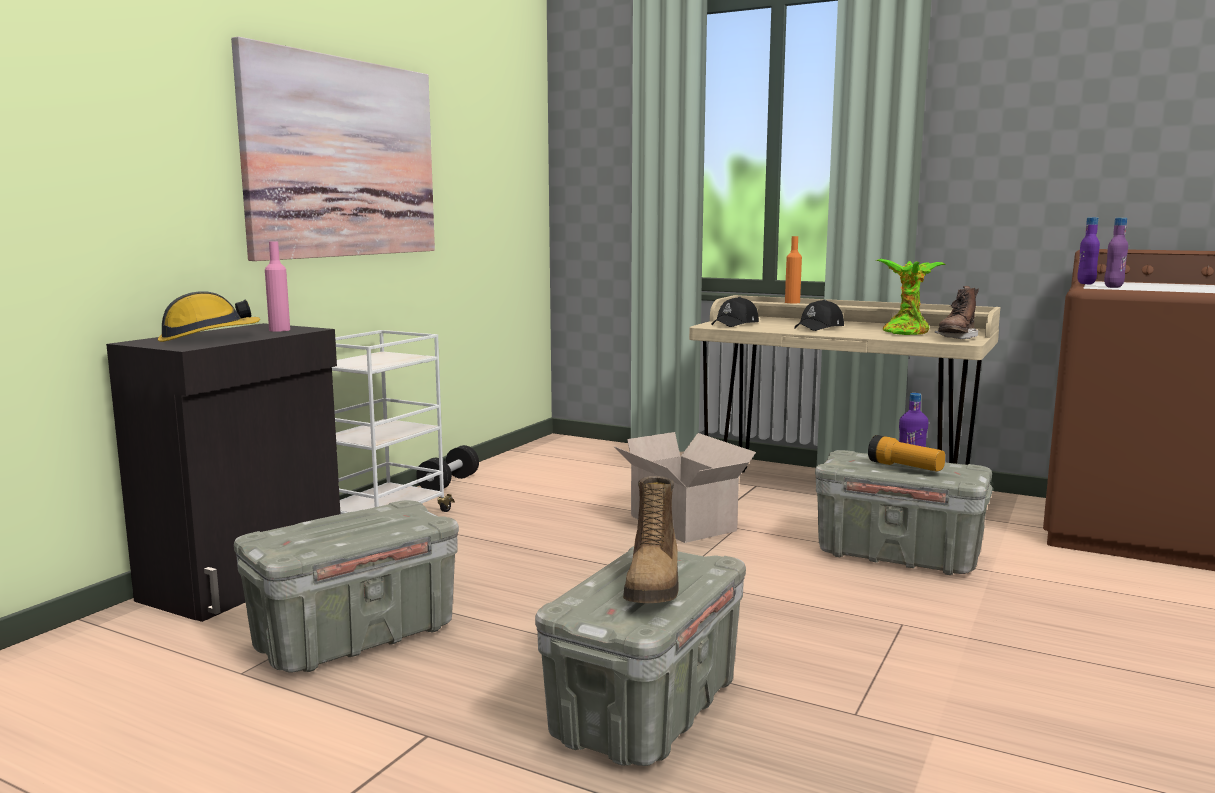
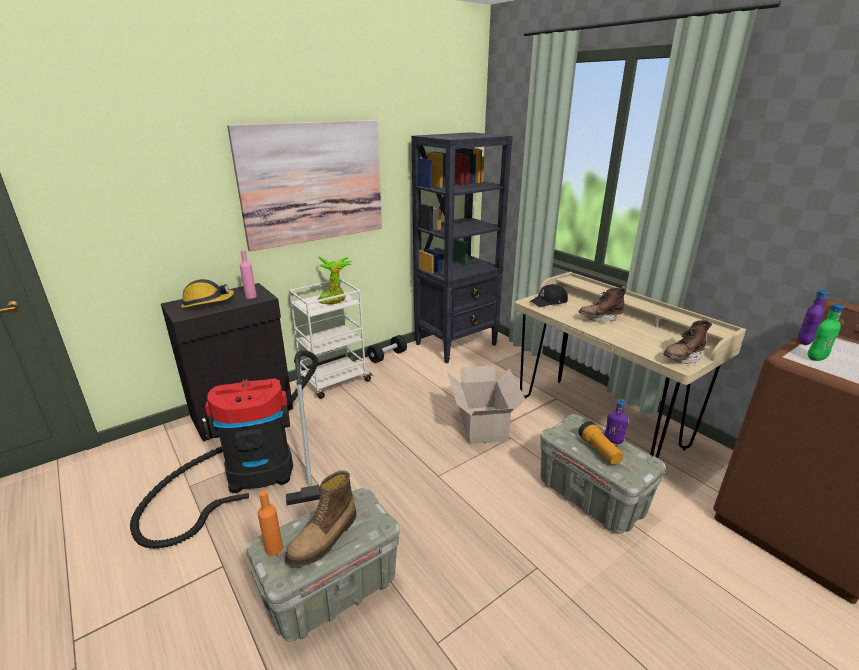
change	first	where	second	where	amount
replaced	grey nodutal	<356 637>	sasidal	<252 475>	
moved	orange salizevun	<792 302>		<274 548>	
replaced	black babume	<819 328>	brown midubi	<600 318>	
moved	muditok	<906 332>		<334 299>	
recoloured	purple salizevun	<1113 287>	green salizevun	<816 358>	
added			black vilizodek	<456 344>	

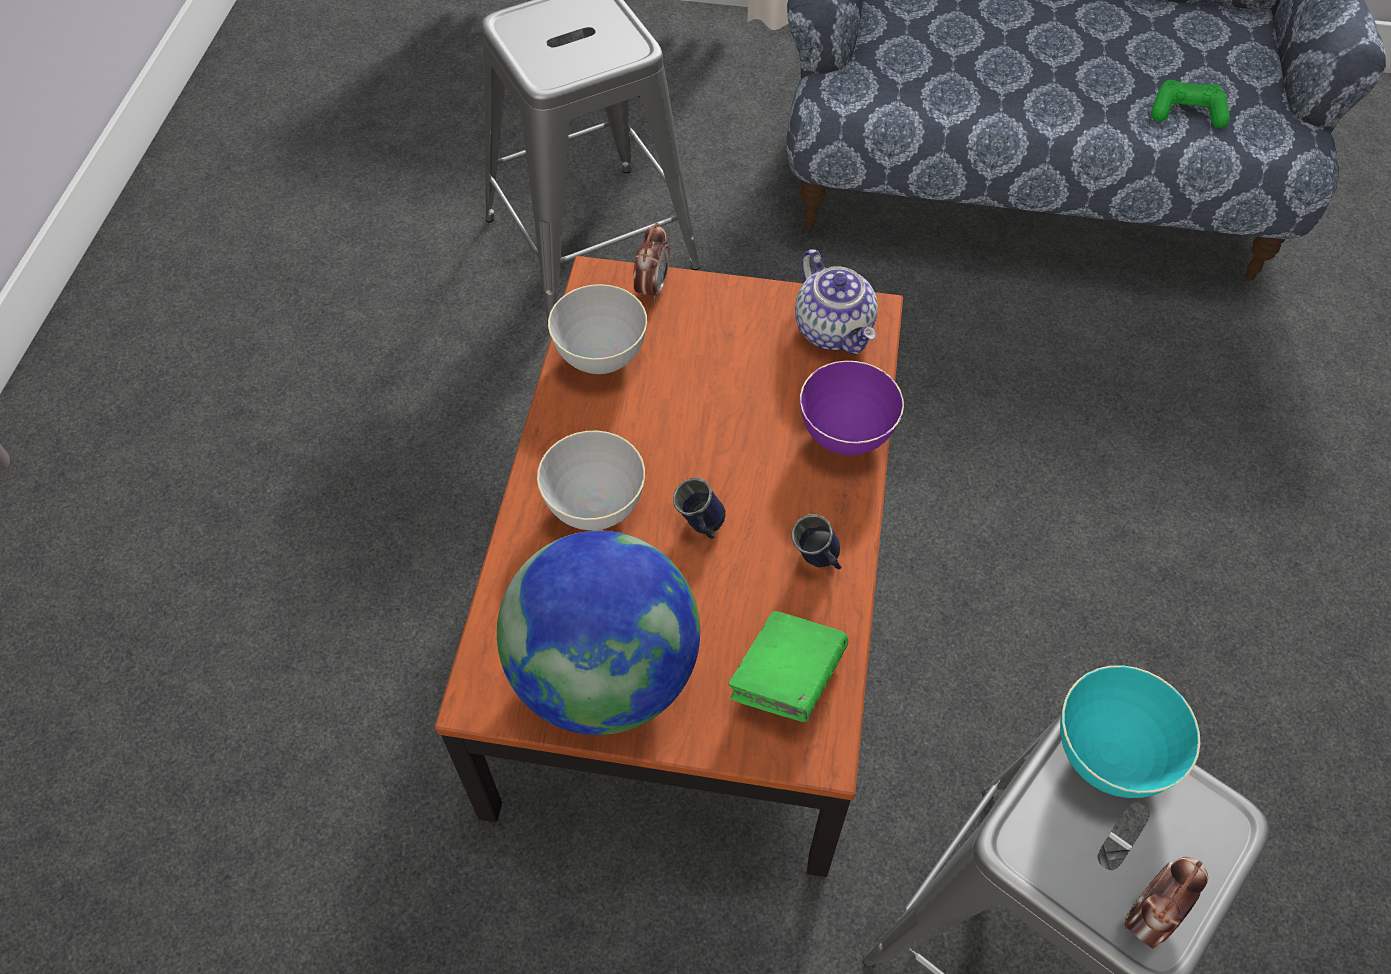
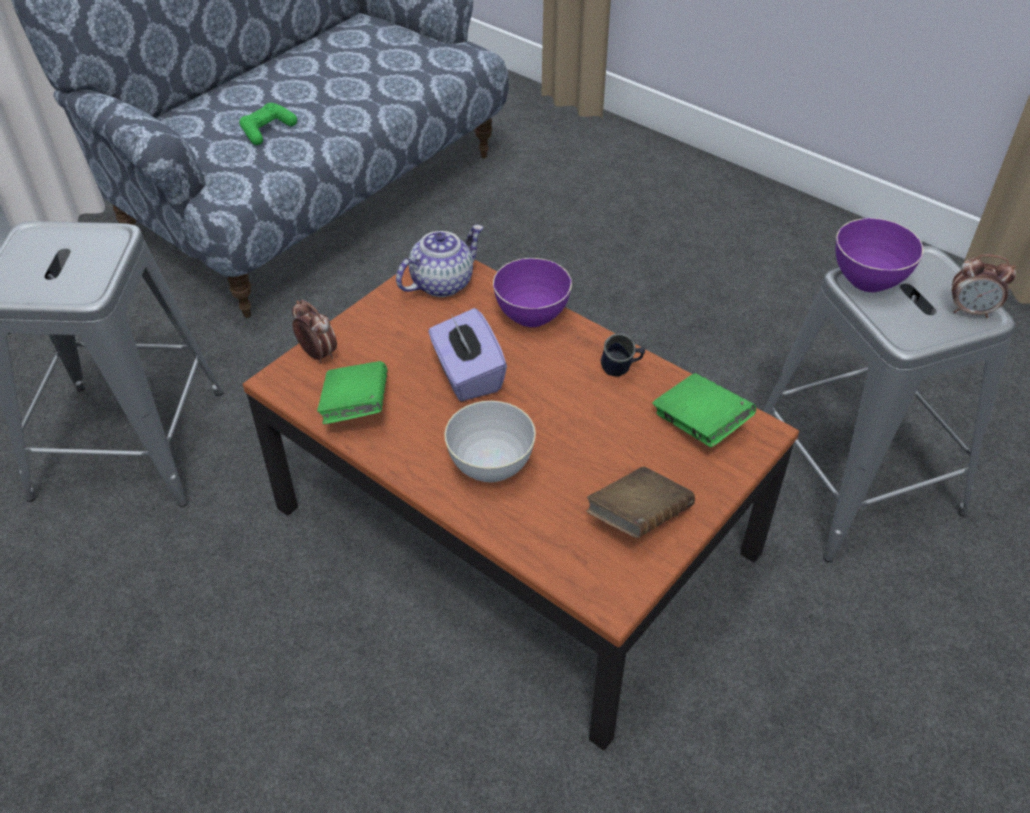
change	first	where	second	where	amount
replaced	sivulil	<605 674>	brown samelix	<638 518>	
replaced	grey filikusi	<601 356>	green samelix	<356 408>	
removed	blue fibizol	<701 527>			
turned	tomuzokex	<834 330>		<442 282>	45 degrees counterclockwise
recoloured	turquoise filikusi	<1109 755>	purple filikusi	<868 280>	
turned	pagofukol	<1148 917>		<971 311>	60 degrees counterclockwise
moved	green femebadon	<1186 113>		<267 130>	
added			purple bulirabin	<467 375>	

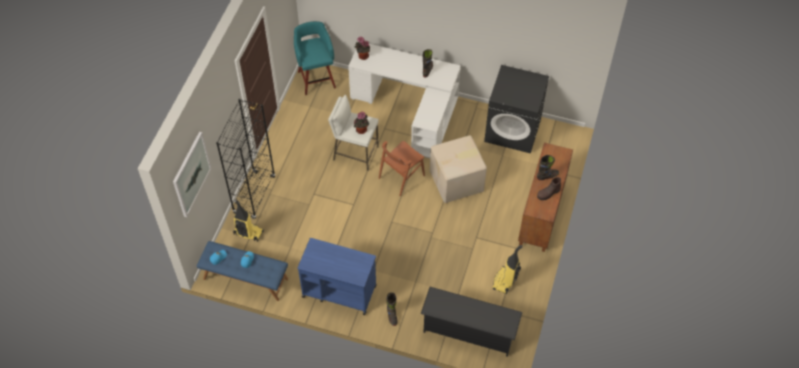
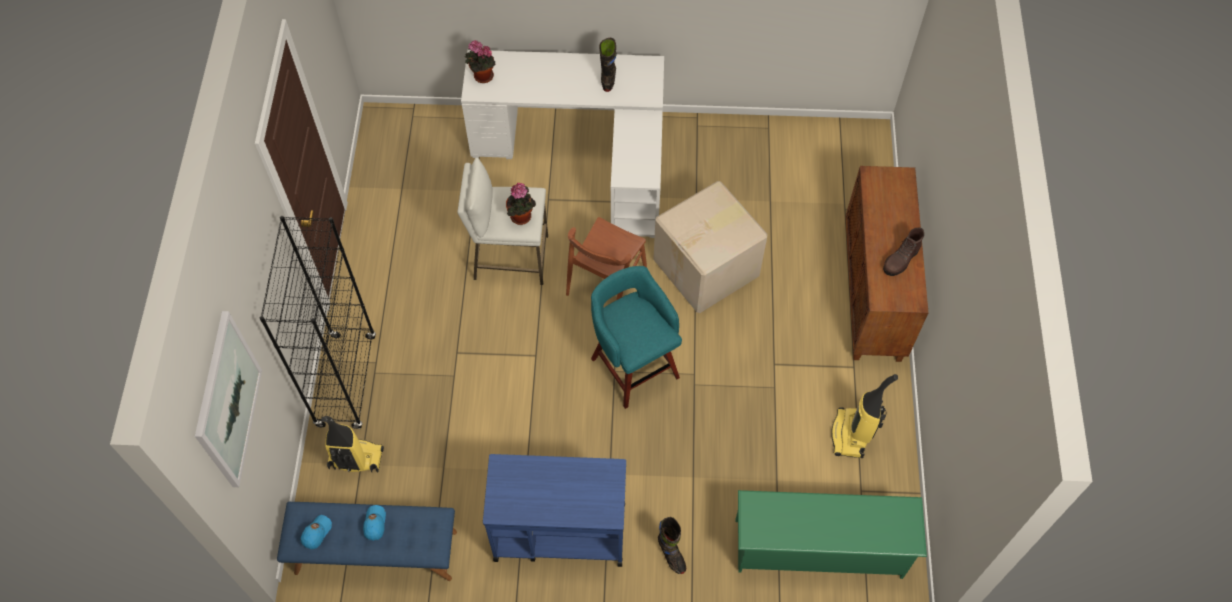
change	first	where	second	where	amount
moved	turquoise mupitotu	<316 78>		<633 365>	
recoloured	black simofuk	<468 332>	green simofuk	<819 549>	
removed	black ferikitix	<513 130>			
removed	black midubi	<547 176>			

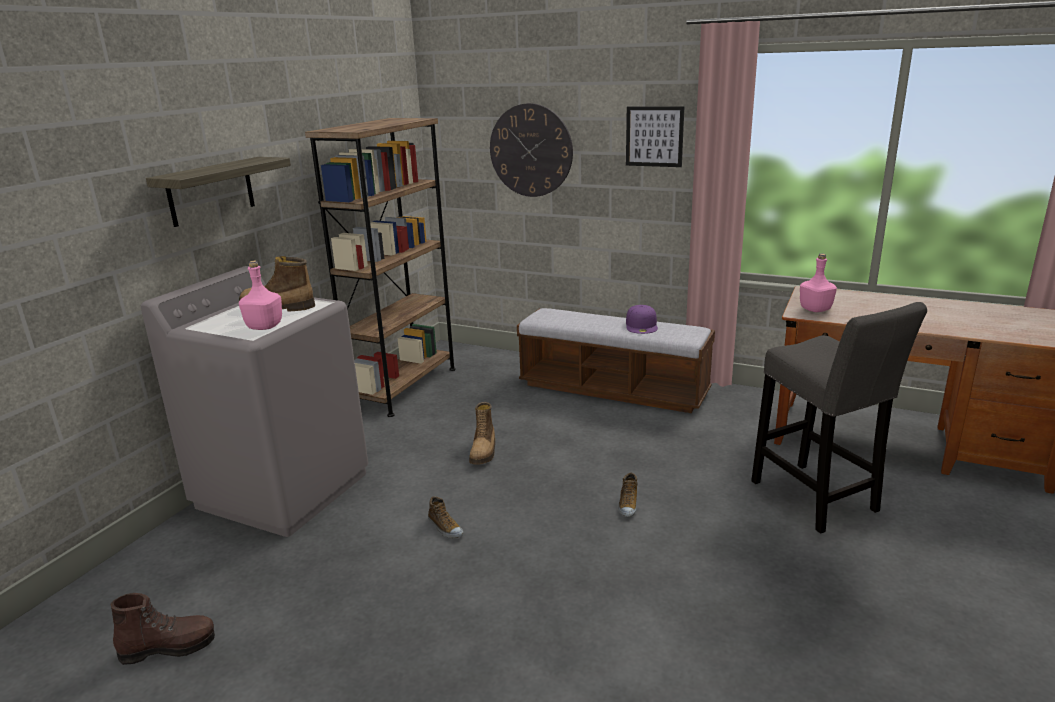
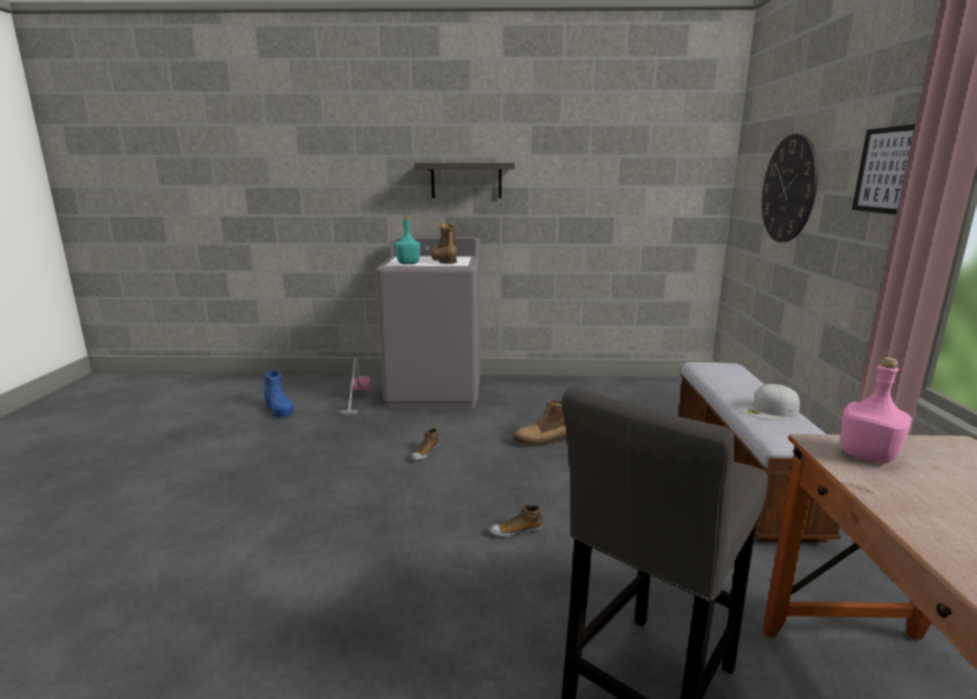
change	first	where	second	where	amount
recoloured	brown midubi	<169 647>	blue midubi	<279 410>	
recoloured	pink salizevun	<265 327>	turquoise salizevun	<408 263>	
removed	brown vilizodek	<404 387>			
recoloured	purple babume	<642 325>	white babume	<769 410>	
added			sasidal	<357 399>	

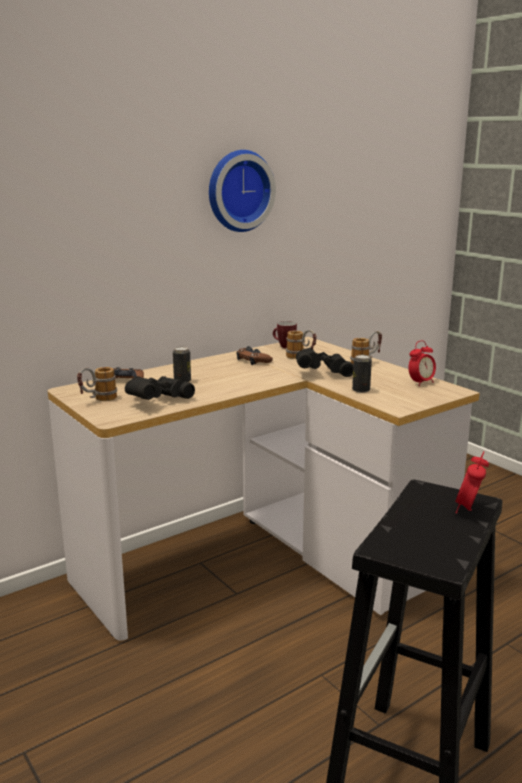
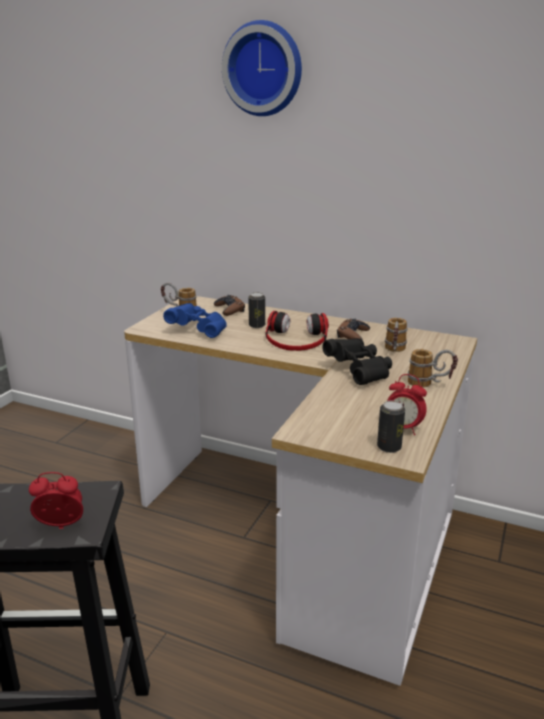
change	first	where	second	where	amount
recoloured	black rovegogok	<157 401>	blue rovegogok	<199 330>	
moved	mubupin	<238 191>		<264 69>	
removed	fibizol	<283 346>			
moved	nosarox	<361 390>		<389 447>	
added			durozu	<296 339>	

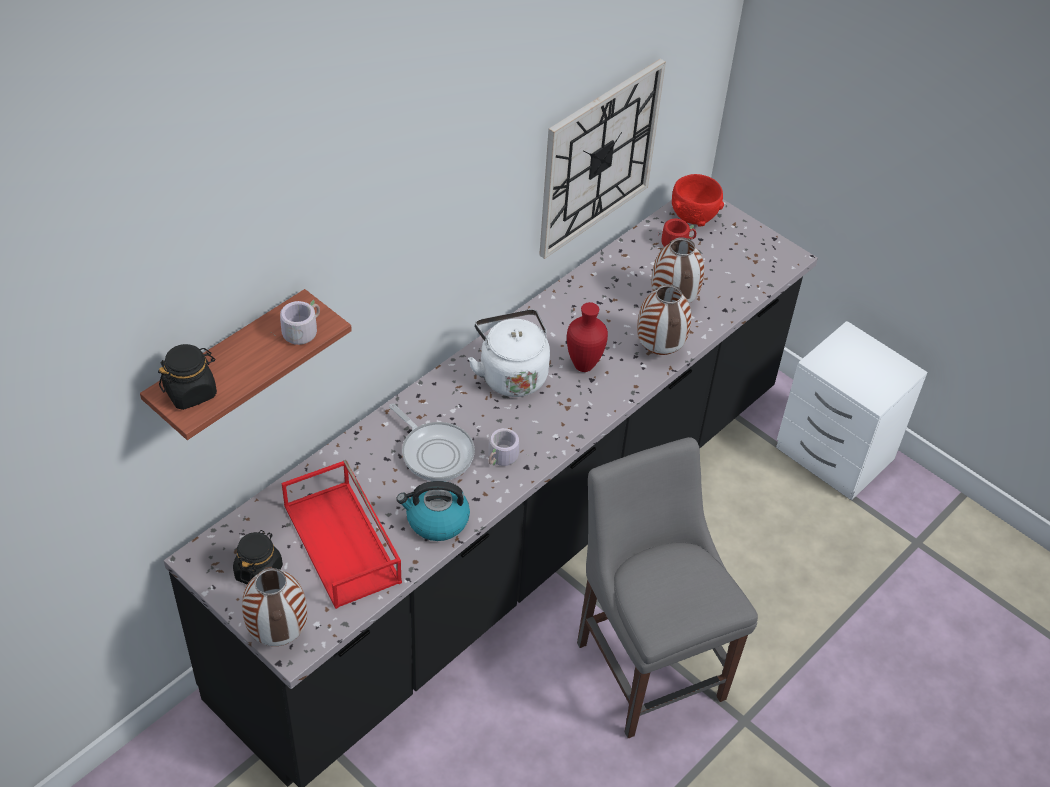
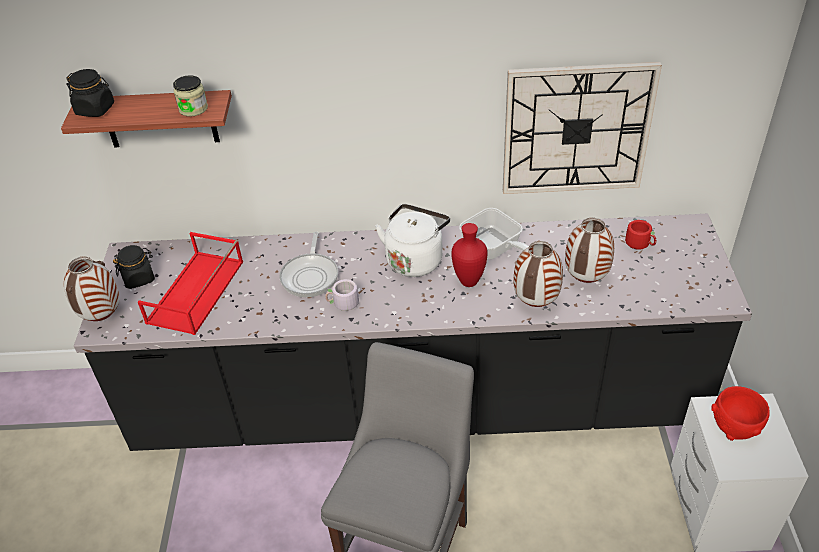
change	first	where	second	where	amount
replaced	grey fibizol	<301 330>	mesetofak	<193 109>	
removed	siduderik	<436 520>			
moved	red filikusi	<693 216>		<734 427>	
added			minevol	<495 250>	

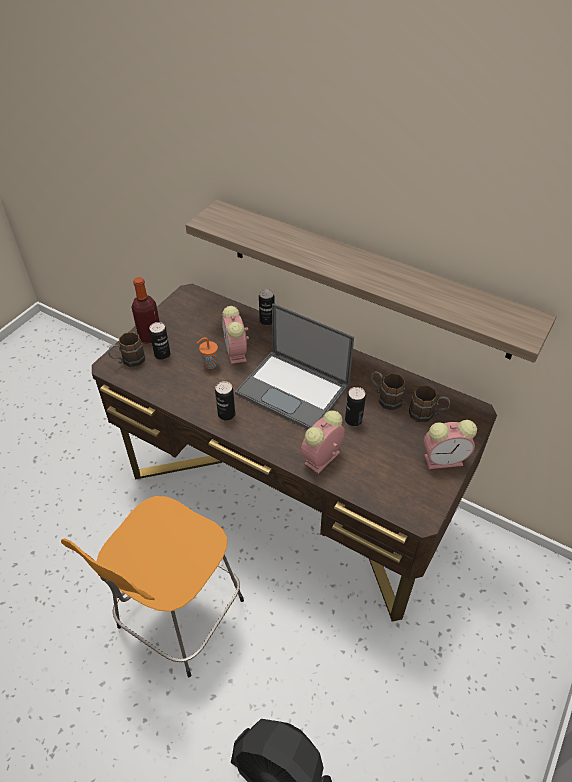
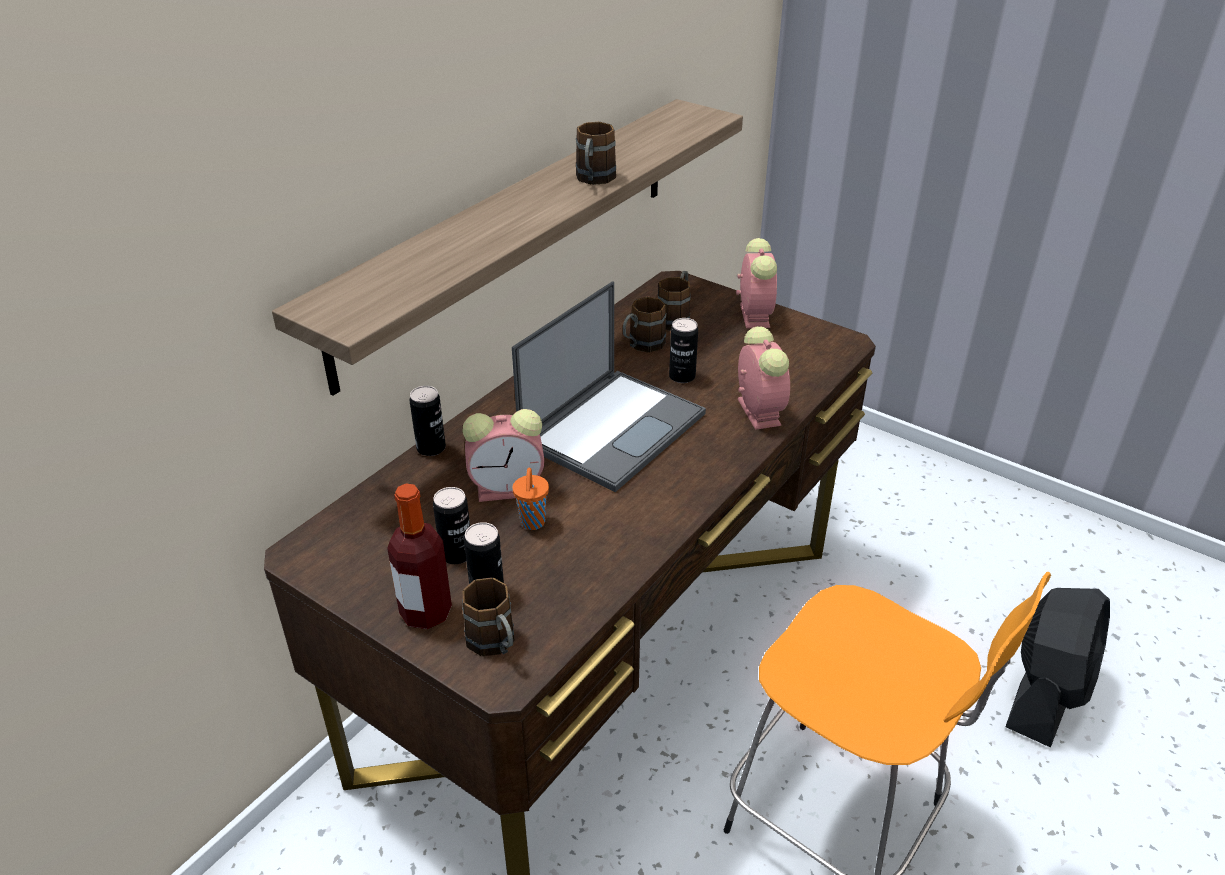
change	first	where	second	where	amount
moved	nosarox	<226 414>		<456 554>	
turned	pagofukol	<321 459>		<757 410>	150 degrees counterclockwise
added			brown fibizol	<593 180>	

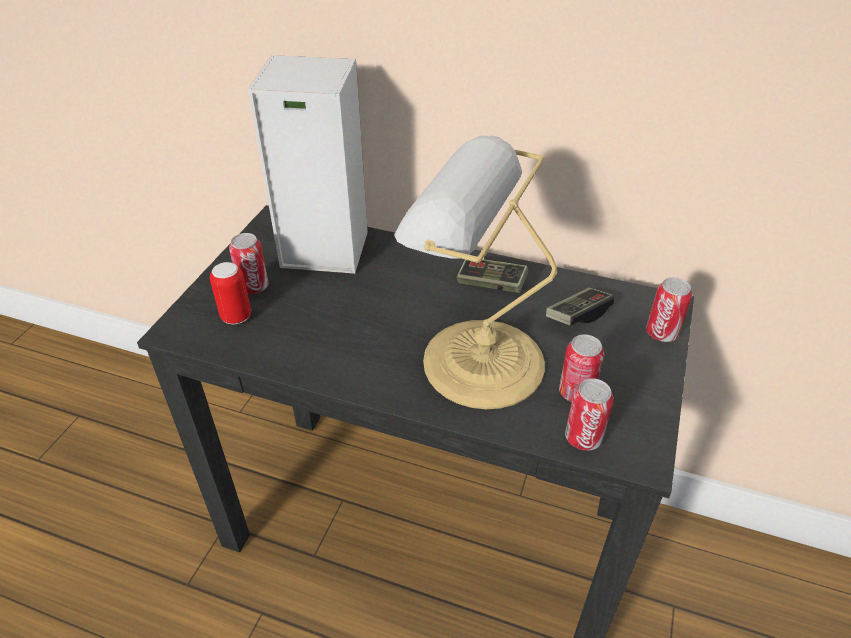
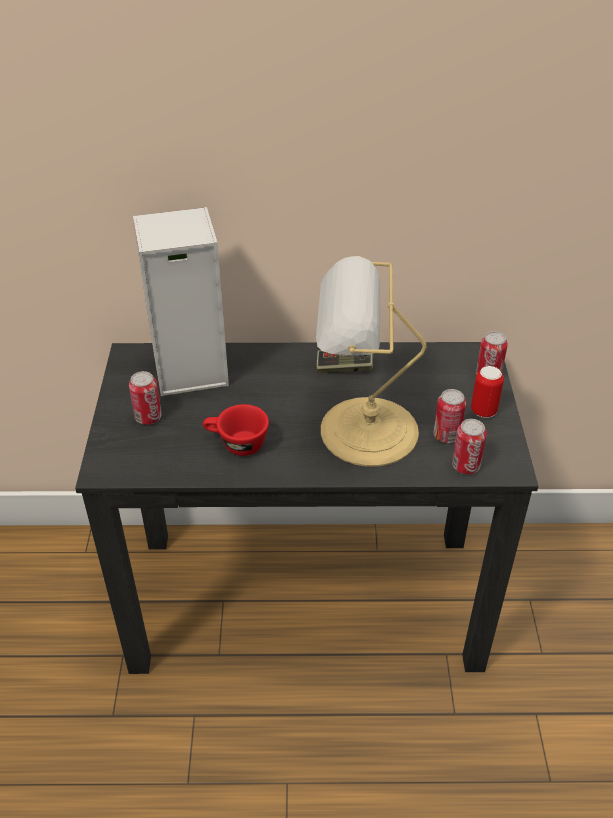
change	first	where	second	where	amount
moved	nosarox	<236 316>		<483 411>	
removed	femebadon	<578 315>			
added			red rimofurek	<236 444>	

